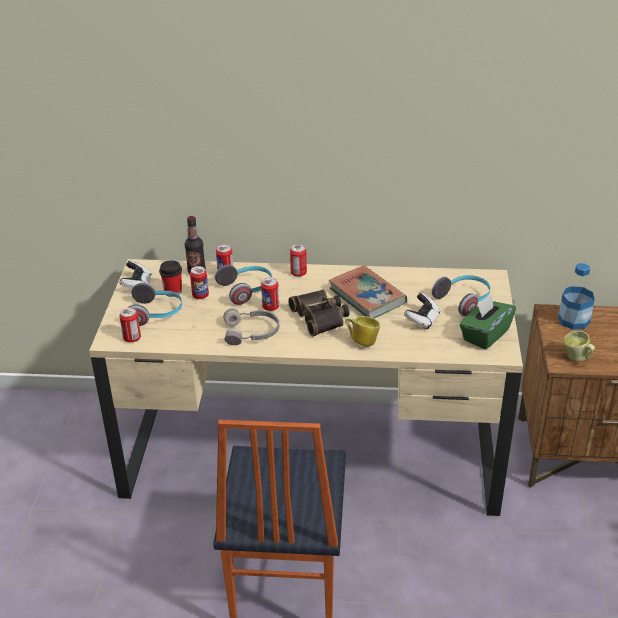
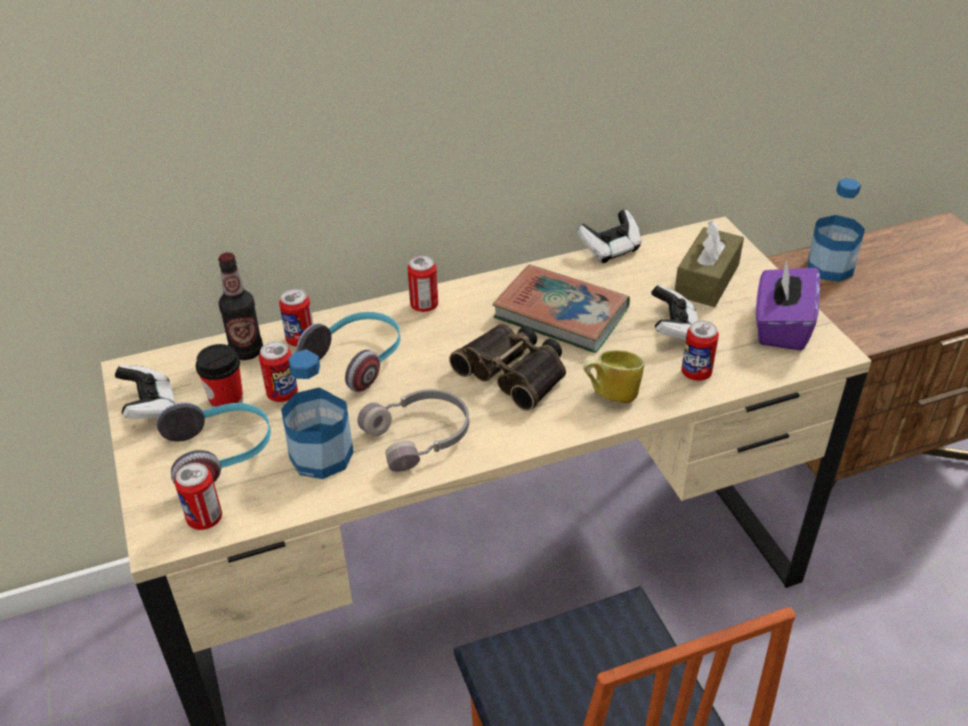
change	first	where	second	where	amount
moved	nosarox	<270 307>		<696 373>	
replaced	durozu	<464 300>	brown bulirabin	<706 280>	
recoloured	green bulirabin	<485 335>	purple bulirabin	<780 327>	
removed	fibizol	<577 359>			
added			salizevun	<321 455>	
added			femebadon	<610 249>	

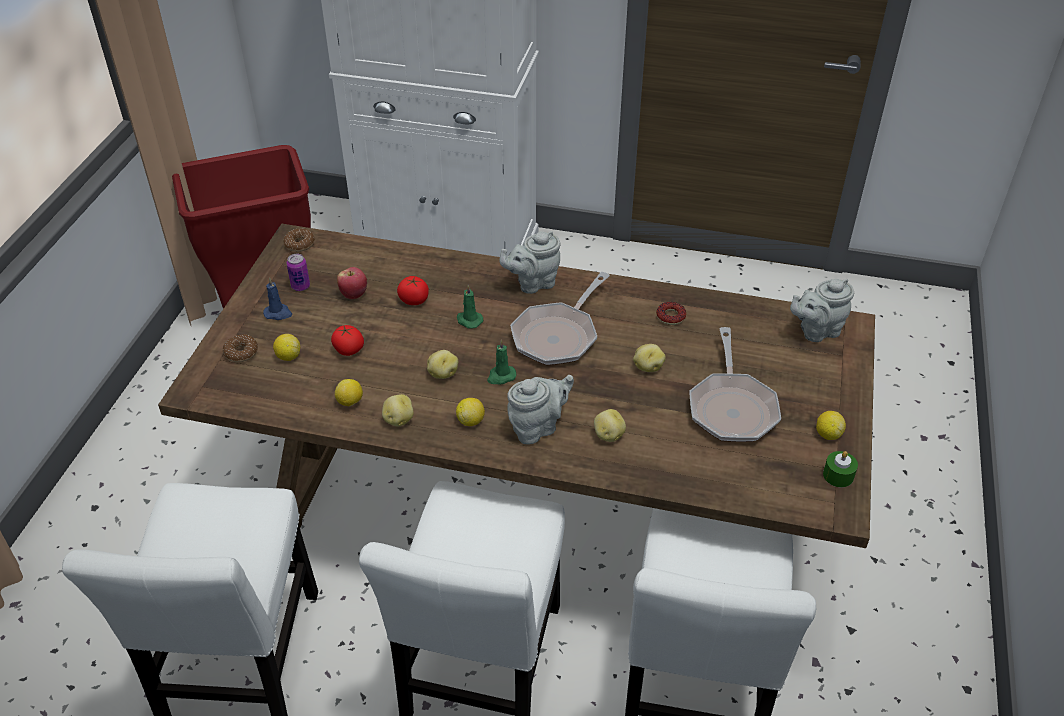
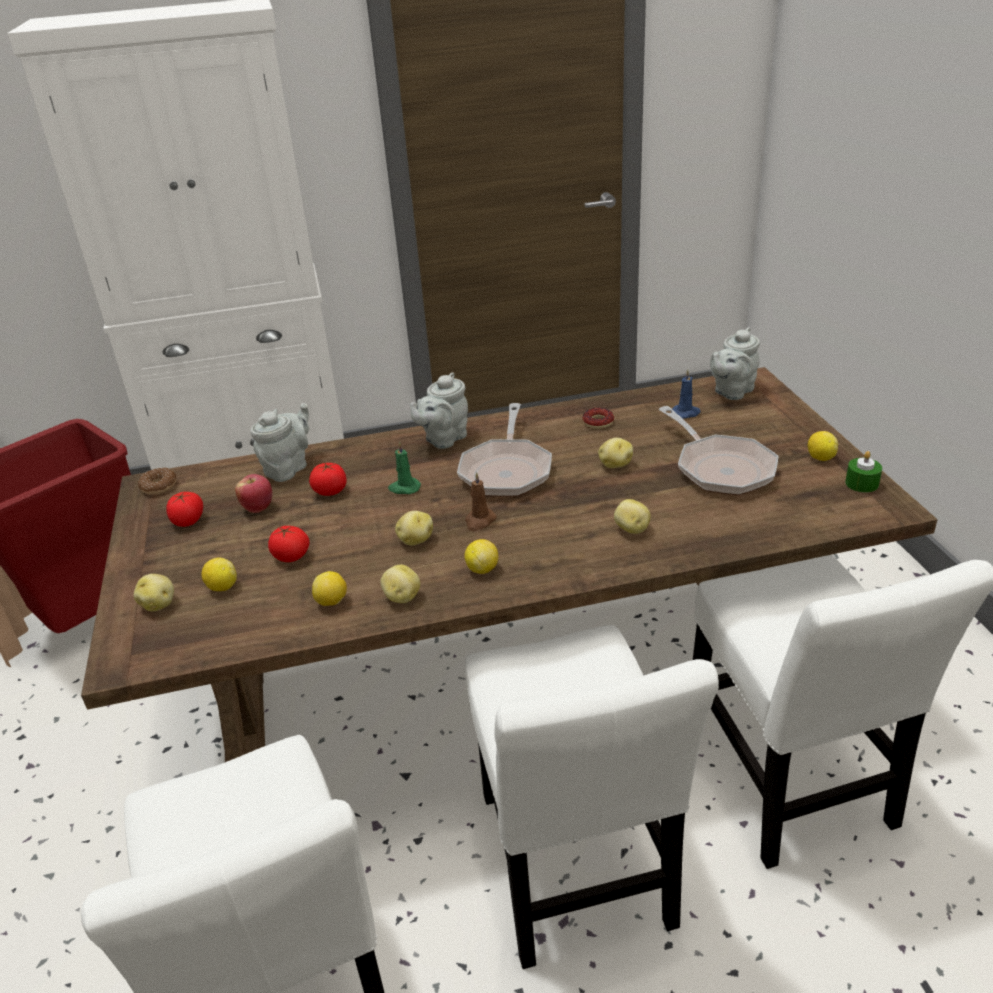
change	first	where	second	where	amount
replaced	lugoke	<241 352>	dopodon	<159 604>	
moved	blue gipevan	<278 313>		<686 413>	
replaced	nosarox	<300 286>	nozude	<188 521>	
recoloured	green gipevan	<501 376>	brown gipevan	<479 521>	
moved	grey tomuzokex	<537 427>		<288 468>	

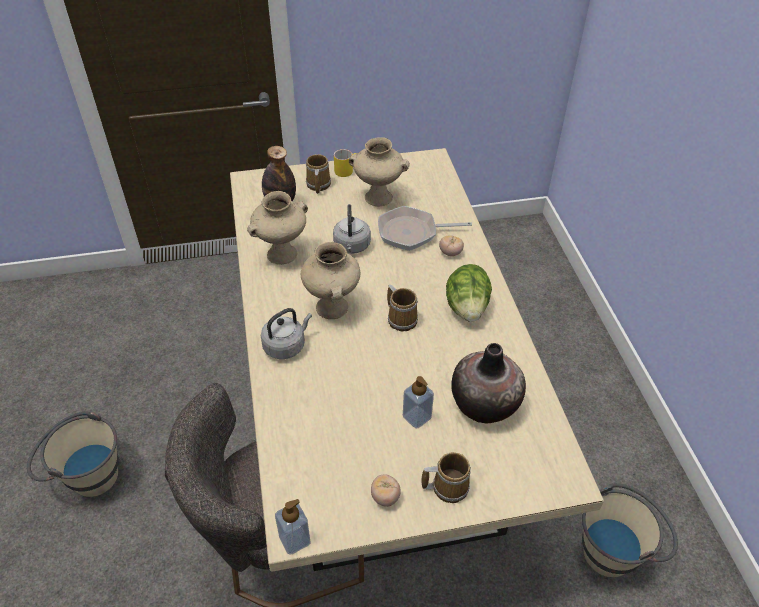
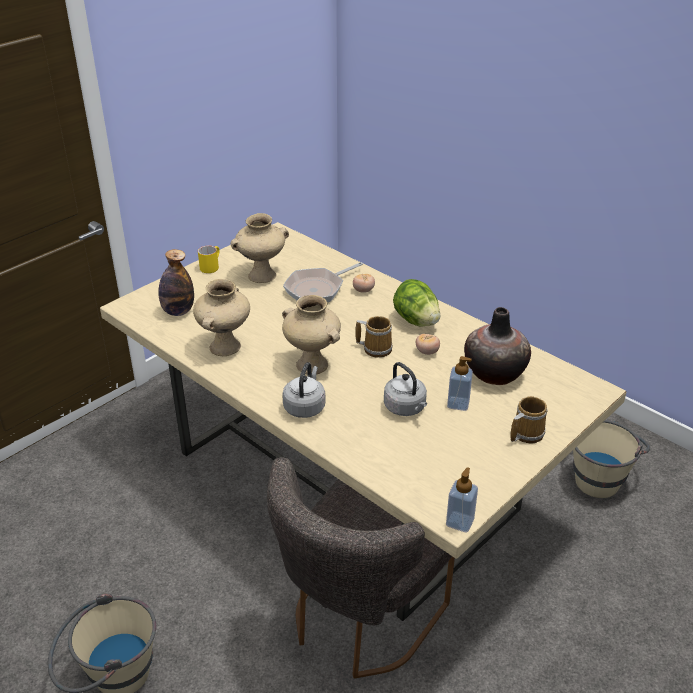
change	first	where	second	where	amount
removed	fibizol	<317 185>			
moved	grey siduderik	<352 247>		<406 408>	
moved	nozude	<385 497>		<427 352>	

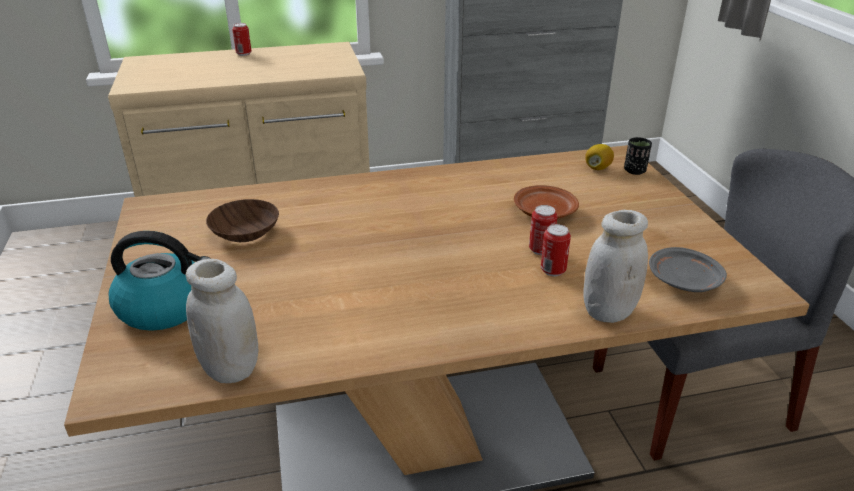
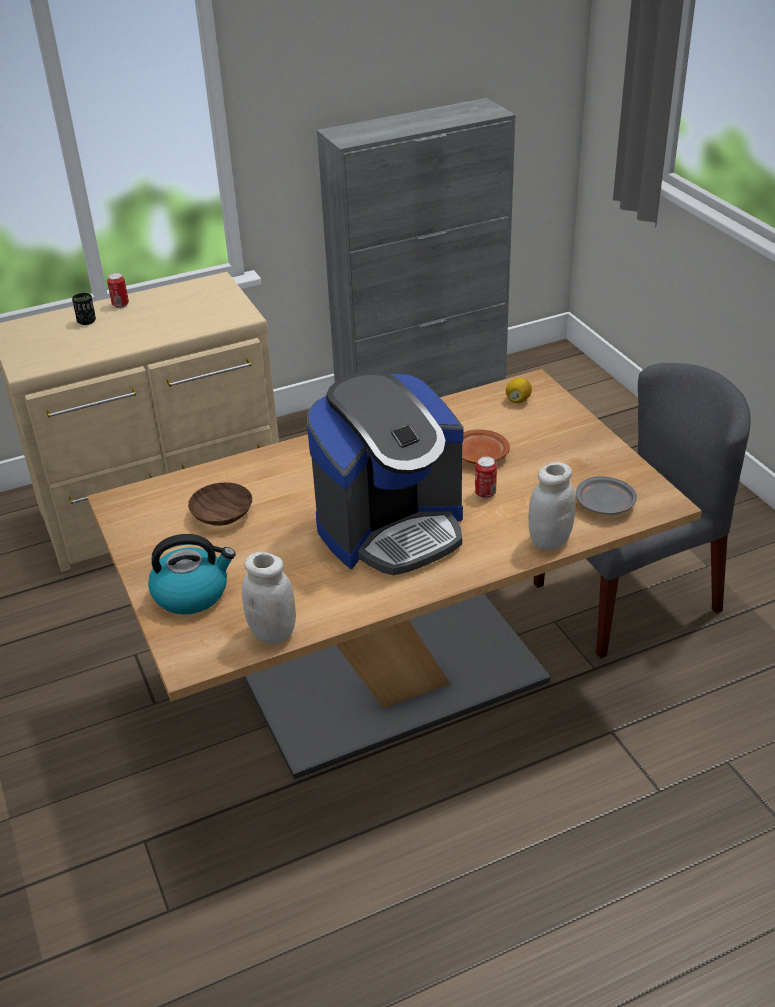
change	first	where	second	where	amount
removed	nosarox	<553 271>			
moved	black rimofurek	<635 171>		<87 321>	
added			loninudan	<391 528>	

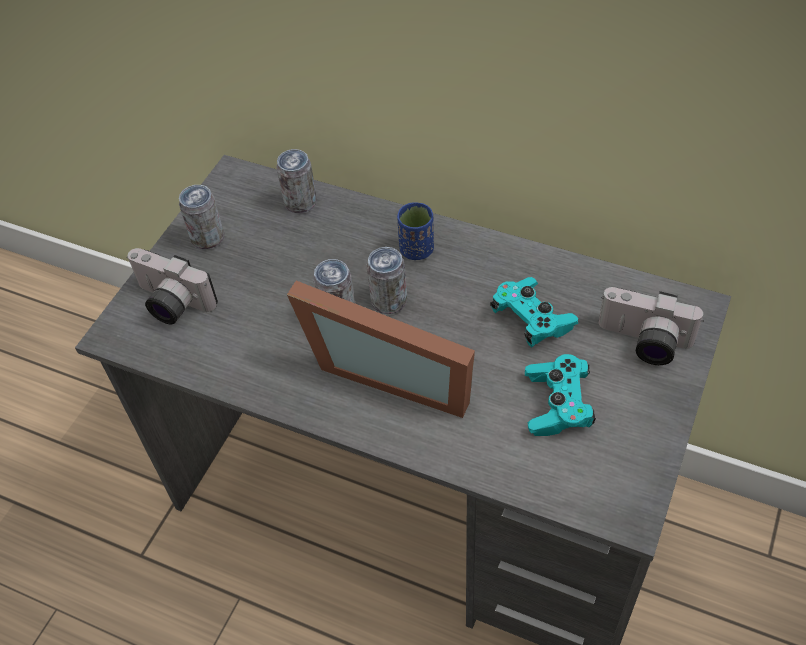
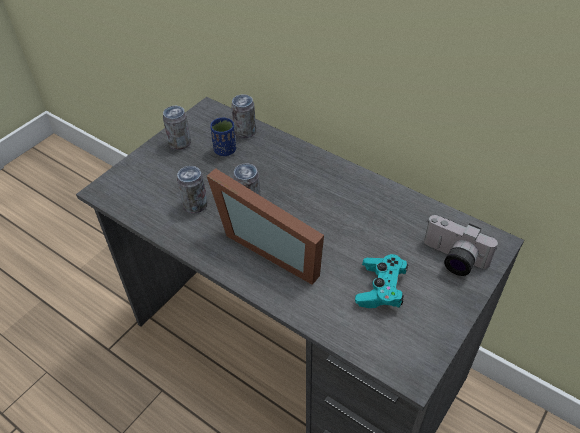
change	first	where	second	where	amount
removed	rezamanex	<170 304>			
moved	nosarox	<389 301>		<195 205>	
moved	blue rimofurek	<417 249>		<225 150>	
removed	turquoise femebadon	<531 320>			

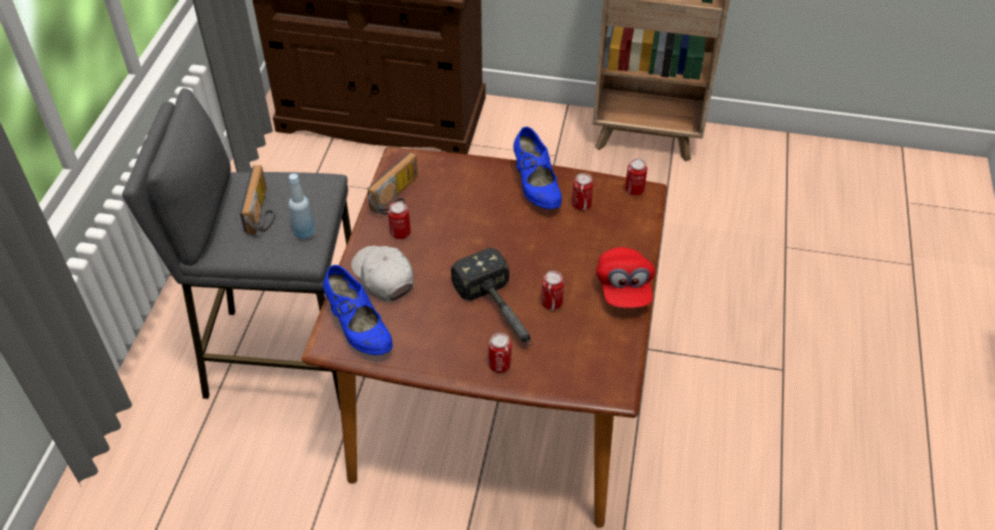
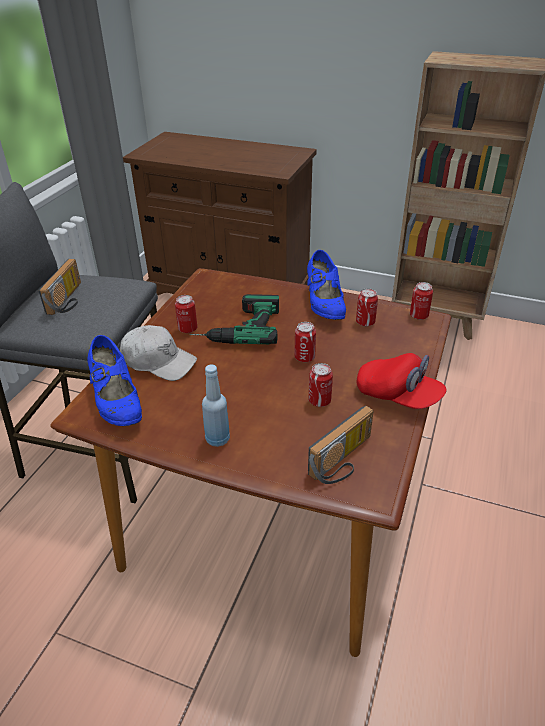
change	first	where	second	where	amount
moved	blue salizevun	<304 233>		<217 439>	
turned	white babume	<383 277>		<158 361>	135 degrees clockwise
moved	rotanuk	<397 197>		<344 461>	
removed	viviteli	<500 313>			
moved	nosarox	<499 365>		<304 357>	
turned	red babume	<623 289>		<398 396>	60 degrees counterclockwise
added			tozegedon	<236 327>	

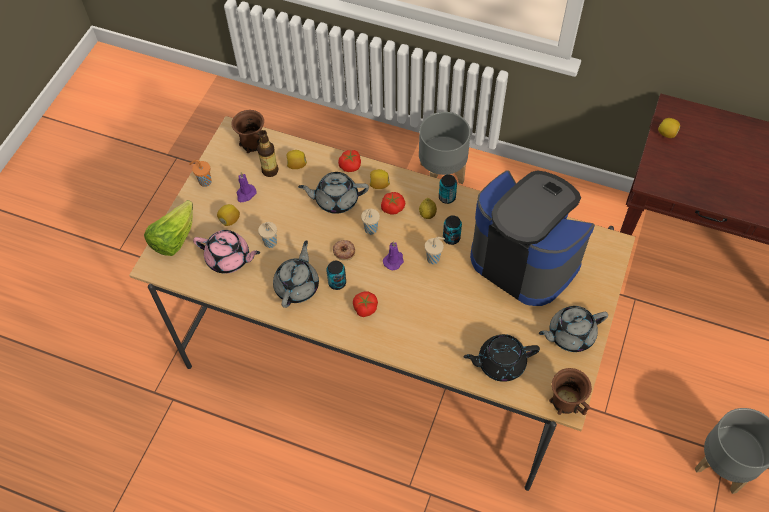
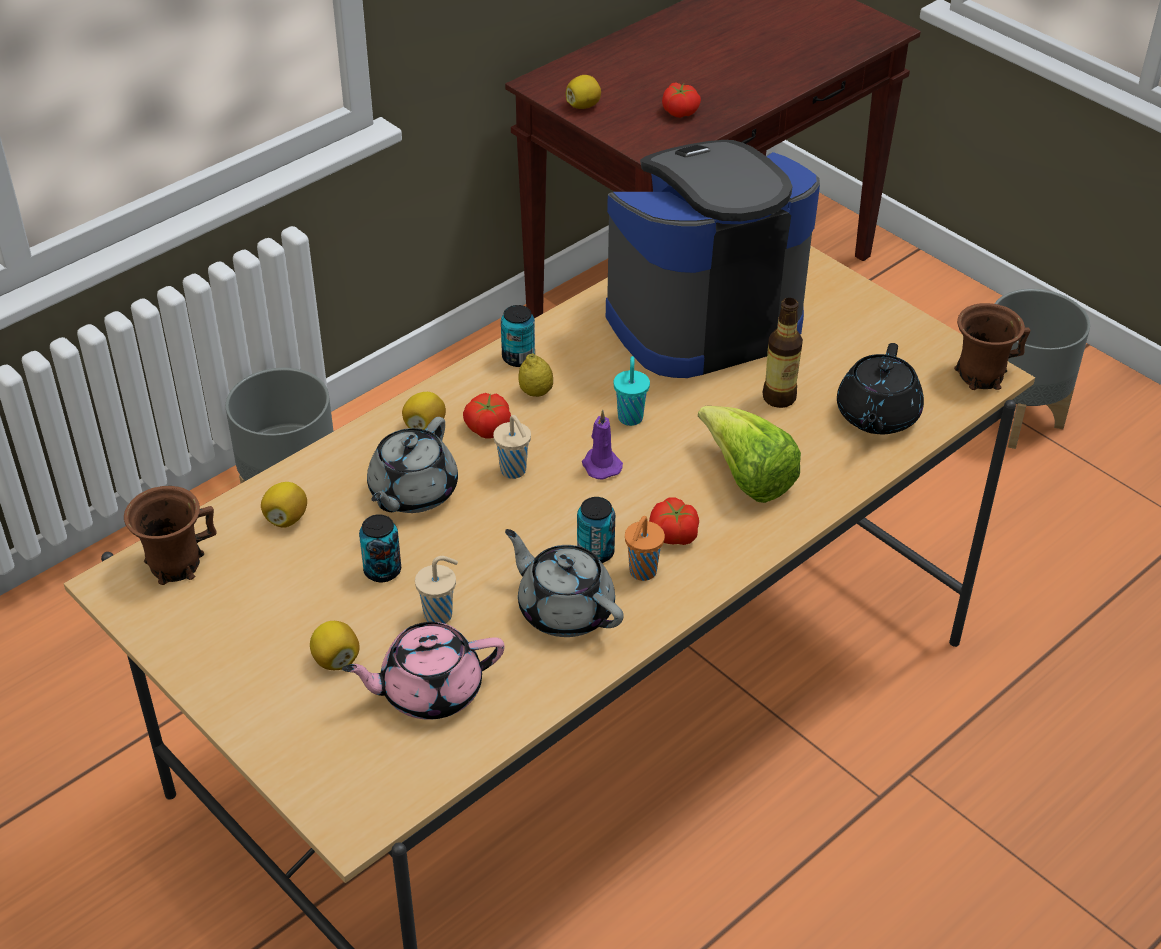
change	first	where	second	where	amount
moved	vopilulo	<174 238>		<747 477>	
moved	orange rimofurek	<204 182>		<642 572>	
turned	pink tomuzokex	<229 258>		<429 690>	150 degrees counterclockwise
removed	purple gipevan	<245 194>			
moved	salizevun	<270 171>		<779 397>	
removed	lugoke	<344 251>			
moved	nozude	<350 166>		<680 111>	
recoloured	beige rimofurek	<434 258>	turquoise rimofurek	<630 416>	
moved	nosarox	<451 238>		<382 570>	
removed	grey tomuzokex	<570 334>			

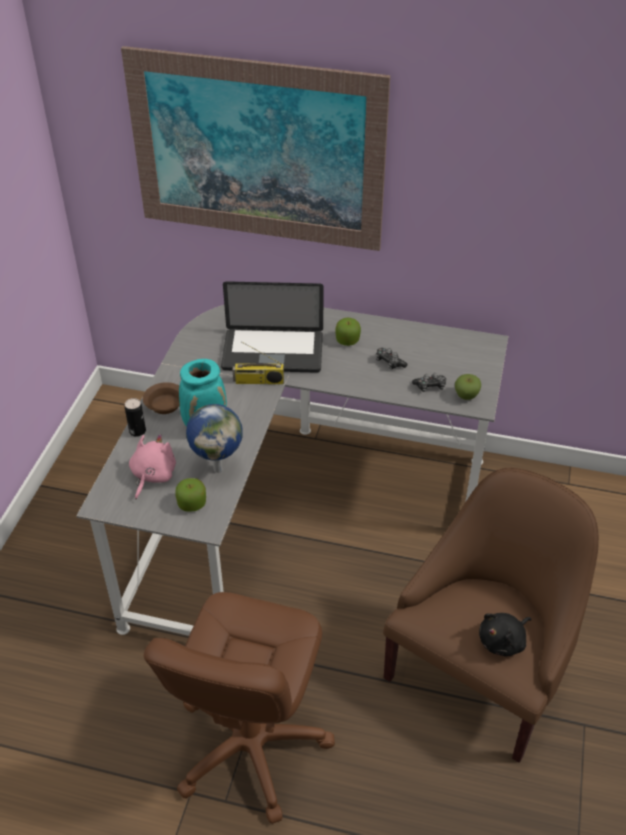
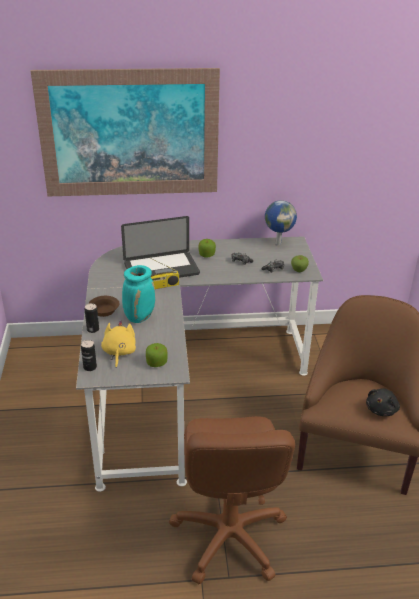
change	first	where	second	where	amount
recoloured	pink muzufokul	<152 476>	yellow muzufokul	<119 353>	
moved	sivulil	<218 468>		<278 243>	
added			nosarox	<90 367>	

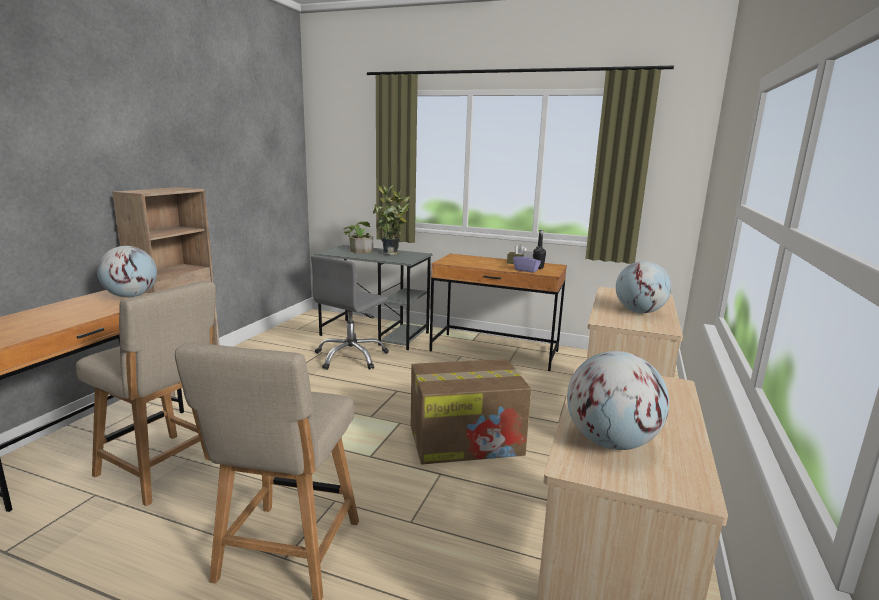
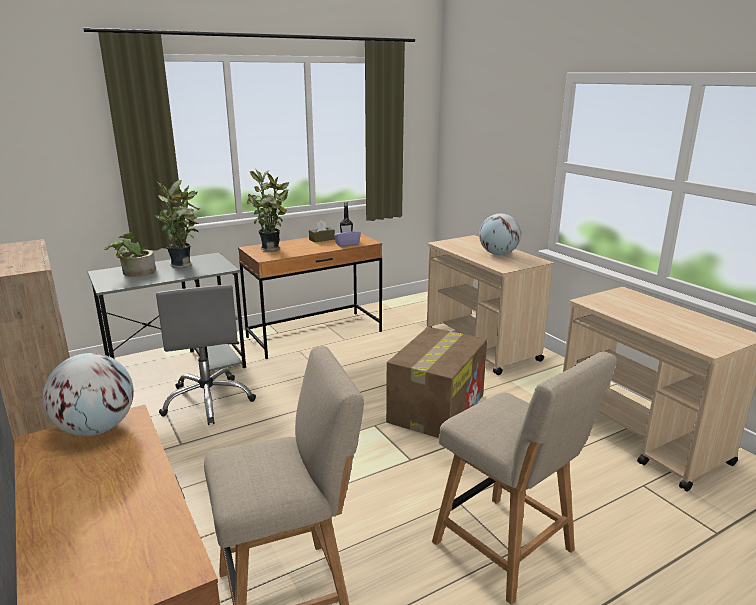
change	first	where	second	where	amount
removed	sivulil	<610 442>			
added			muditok	<272 248>	

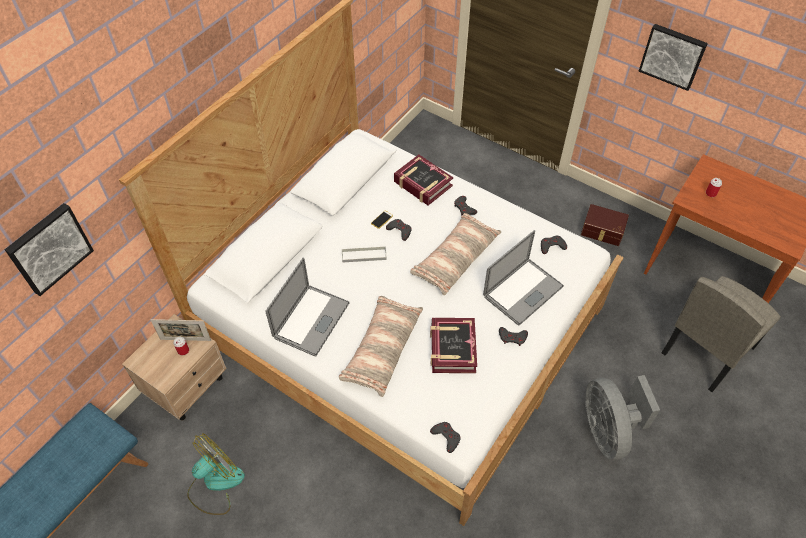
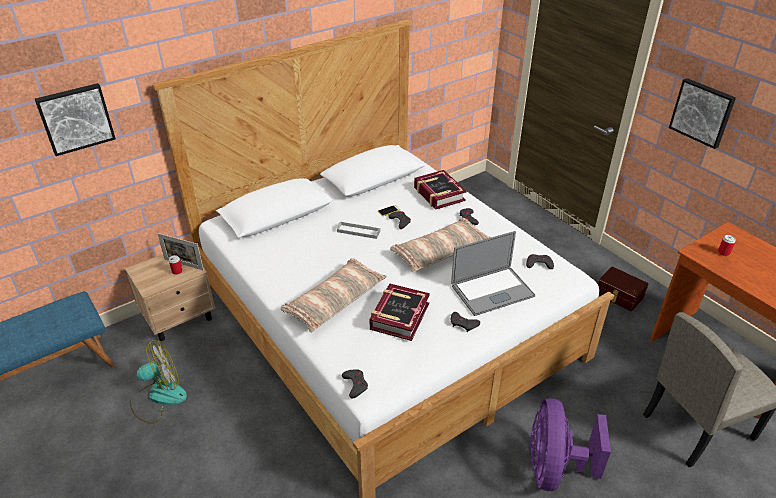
change	first	where	second	where	amount
removed	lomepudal	<311 320>			
recoloured	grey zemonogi	<607 430>	purple zemonogi	<554 468>	

